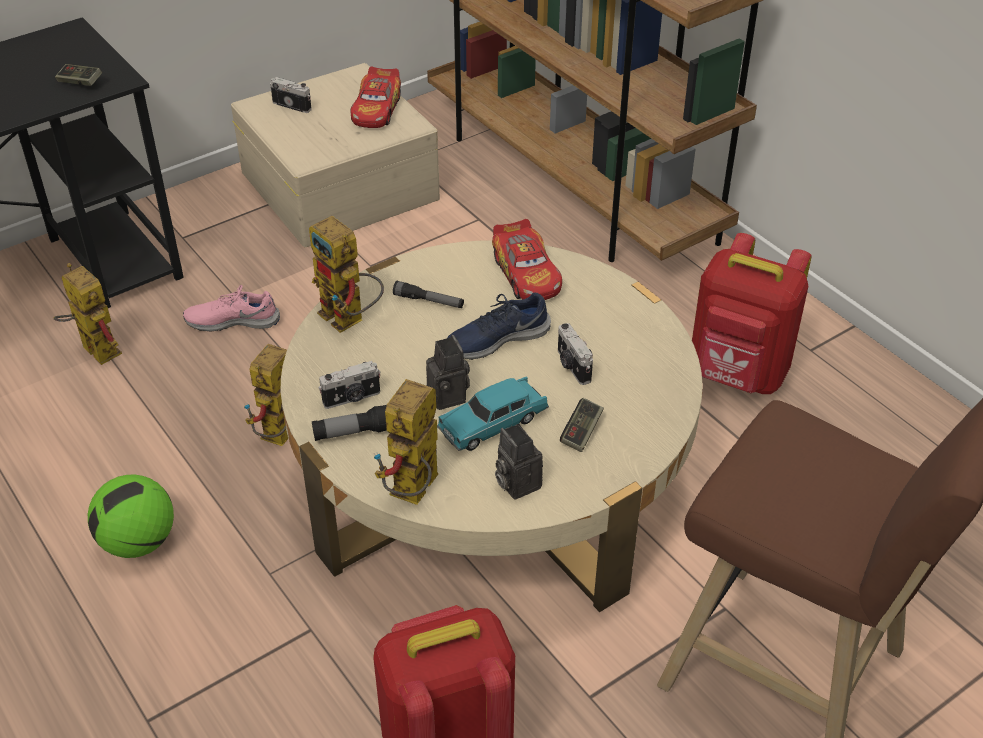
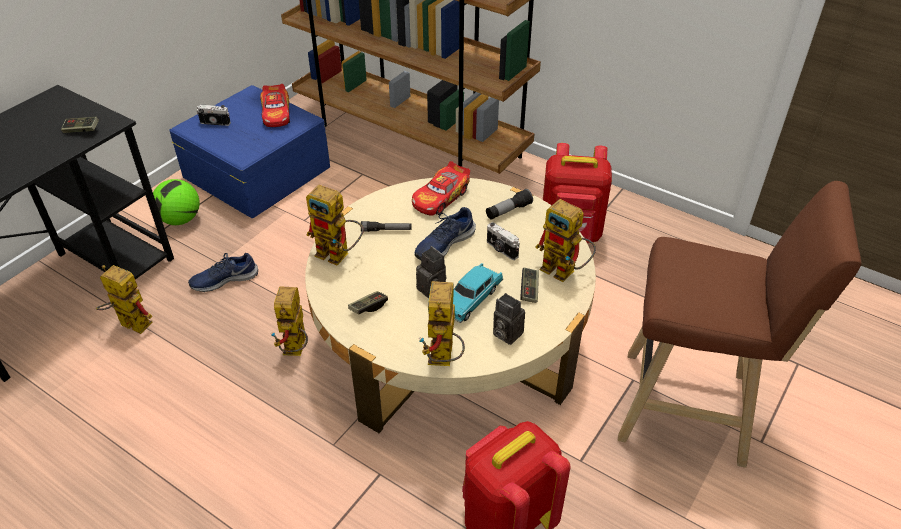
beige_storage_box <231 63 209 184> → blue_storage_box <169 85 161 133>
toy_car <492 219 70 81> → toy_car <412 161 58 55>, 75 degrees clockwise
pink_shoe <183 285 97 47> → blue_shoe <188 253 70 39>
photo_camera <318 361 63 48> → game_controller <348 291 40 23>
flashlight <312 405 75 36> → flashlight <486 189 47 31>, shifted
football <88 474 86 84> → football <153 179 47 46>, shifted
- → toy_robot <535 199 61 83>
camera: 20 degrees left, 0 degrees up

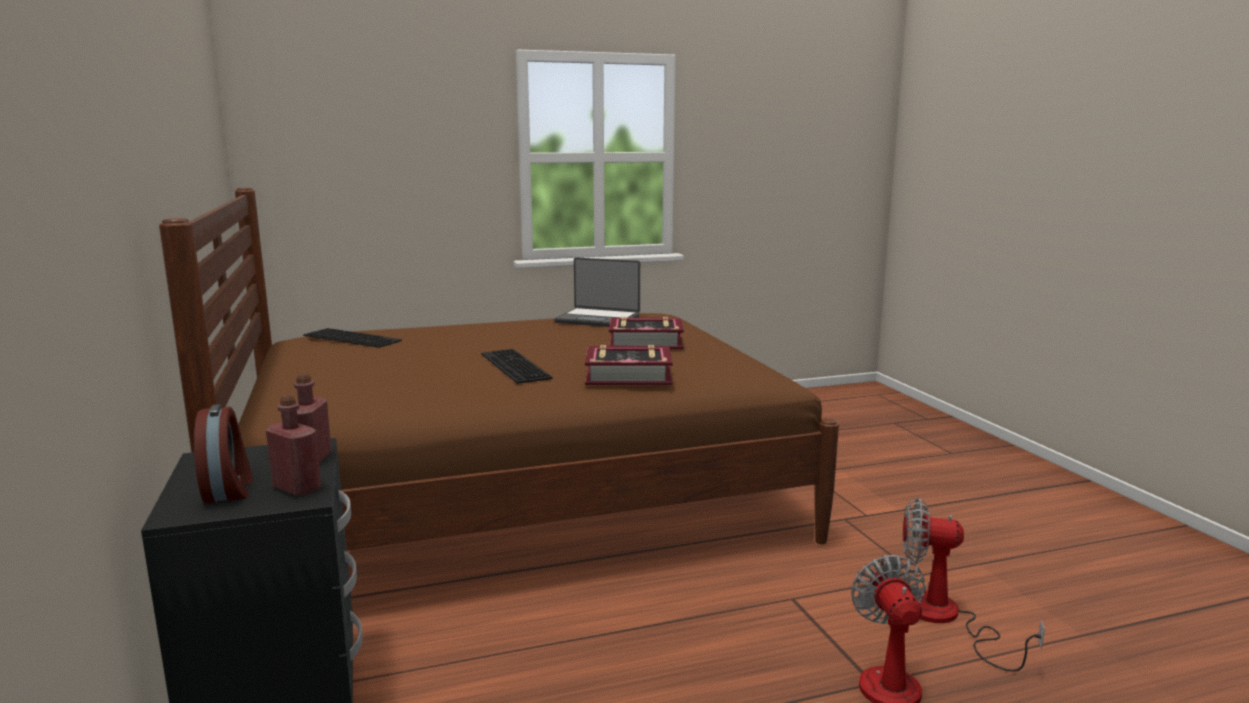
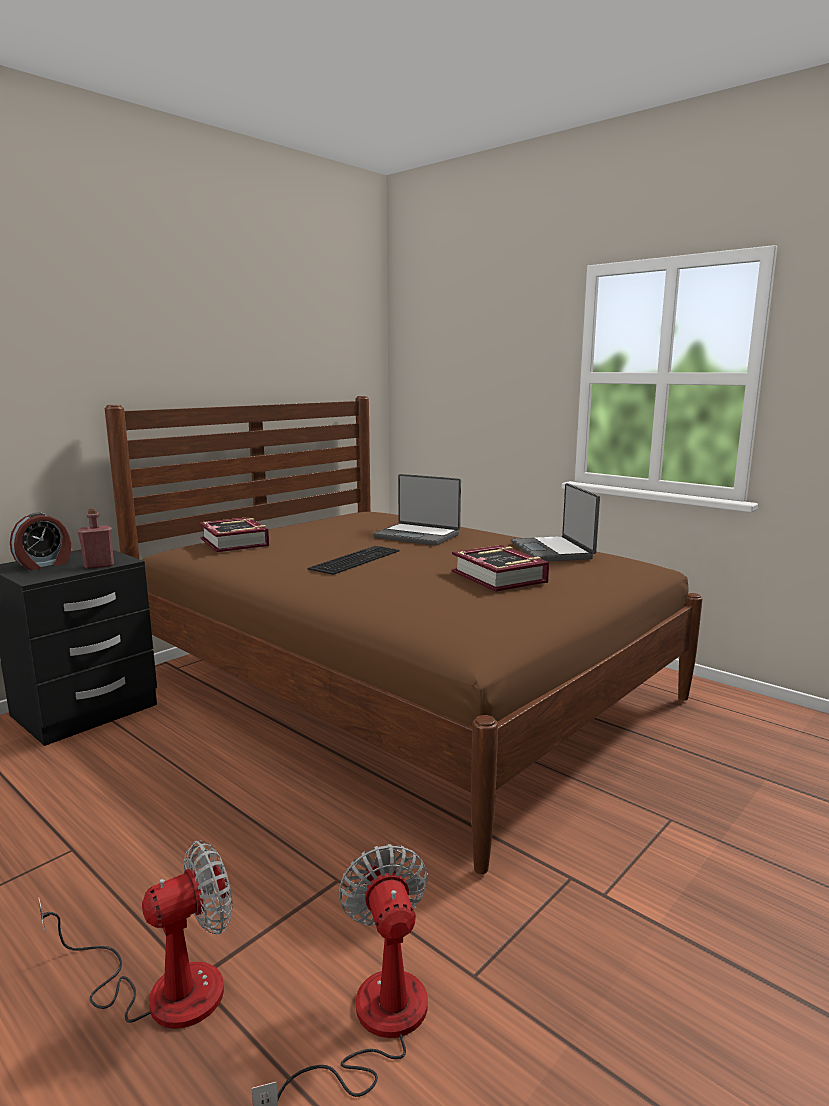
keyboard <303 328 99 20> → -
book <585 345 88 40> → book <199 517 70 36>, shifted
red_bottle <266 394 55 102> → -
- → laptop <373 474 88 71>
camera: 60 degrees right, 0 degrees up

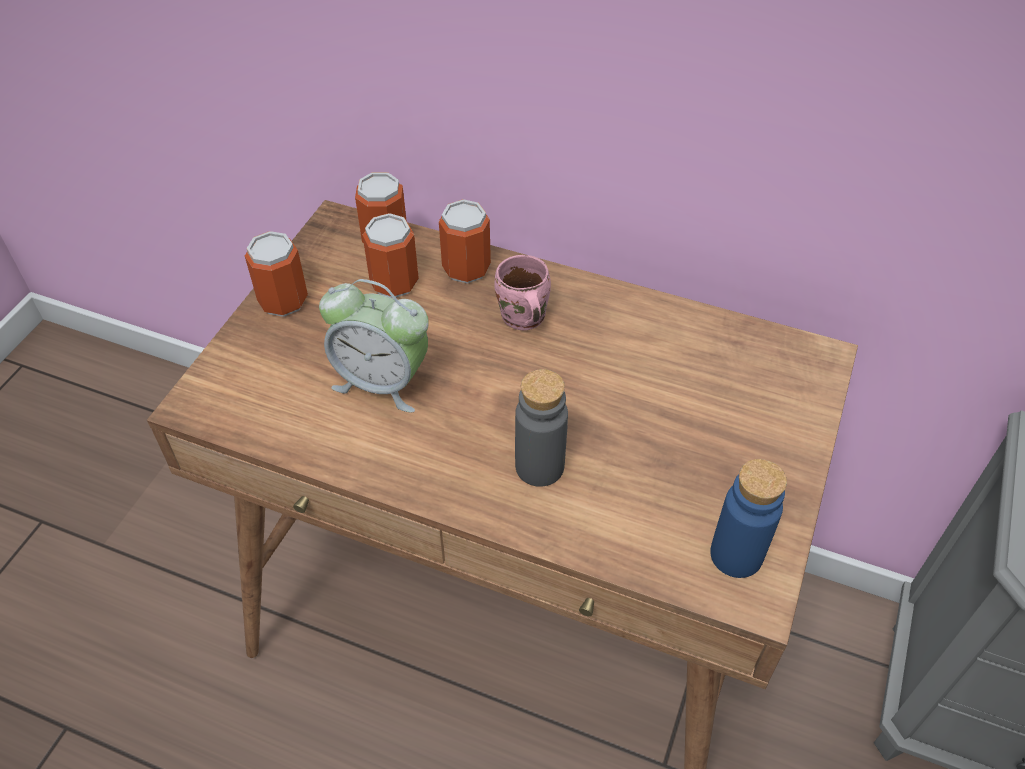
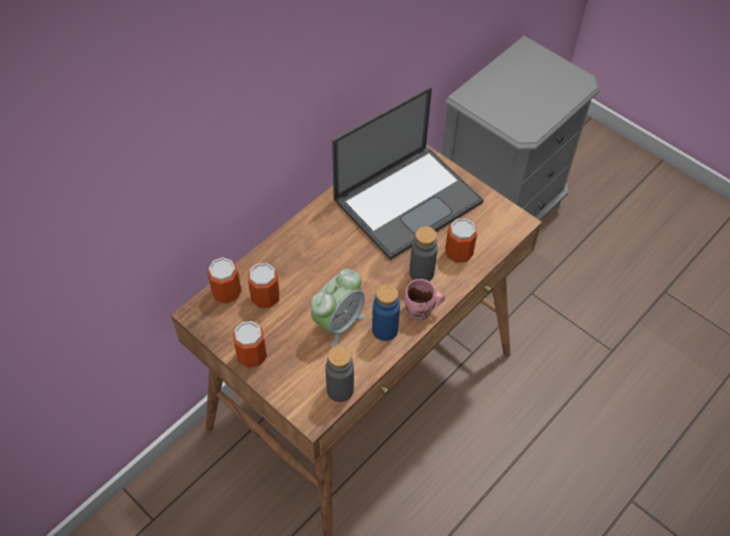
can <439 199 52 85> → can <445 218 32 45>, shifted
pink_mug <494 255 57 75> → pink_mug <404 279 40 42>, shifted
blue_bottle <710 459 77 119> → blue_bottle <372 284 28 57>, shifted
- → laptop <332 86 152 174>
- → grey_bottle <325 346 29 56>
camera: 70 degrees left, 5 degrees up

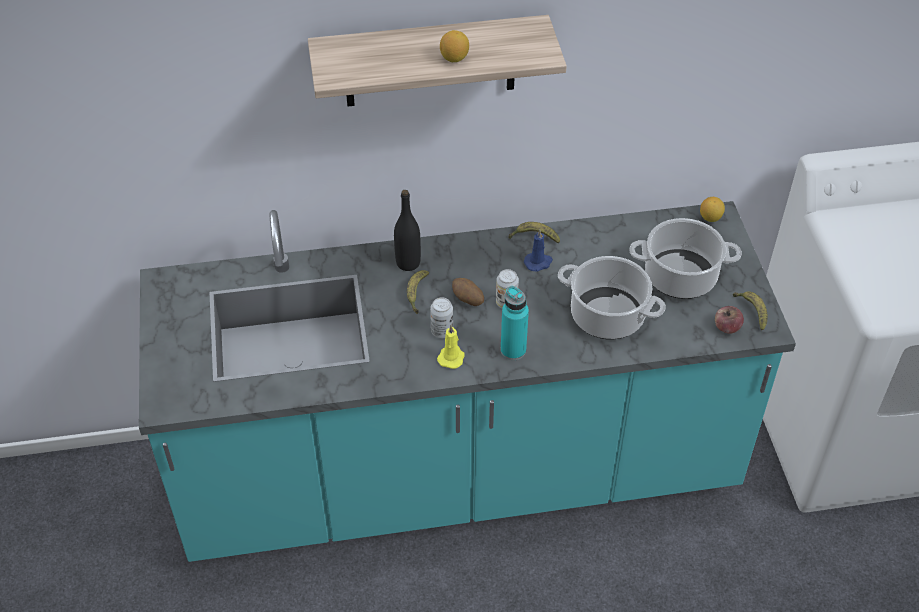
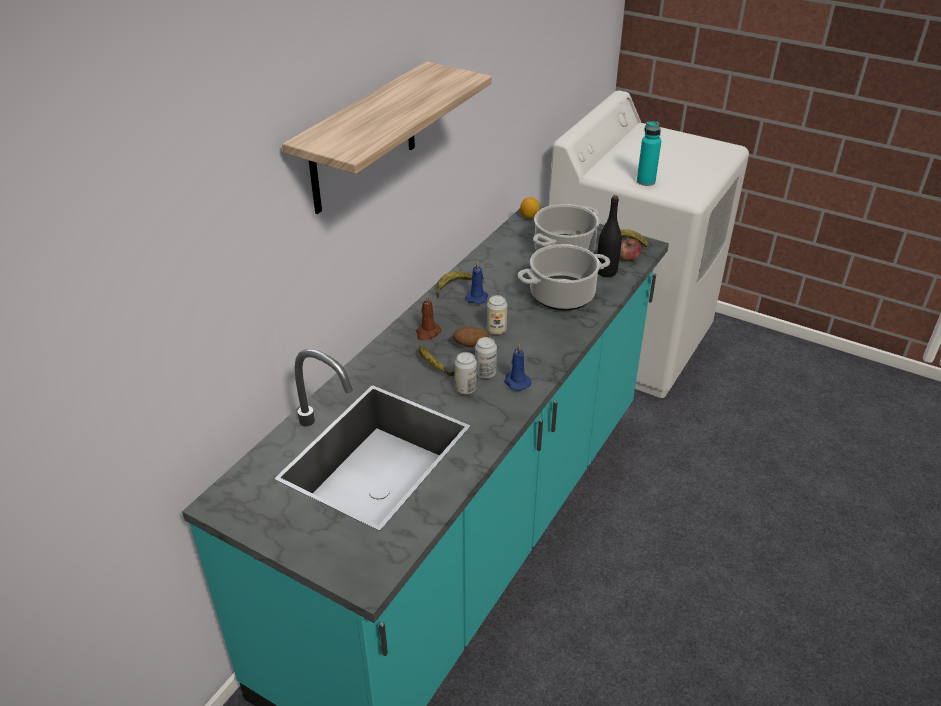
lemon <440 30 29 32> → -
black_bottle <394 190 27 81> → black_bottle <597 195 25 82>, shifted
turquoise_bottle <501 286 28 74> → turquoise_bottle <637 121 24 65>, shifted
yellow_candle <437 325 28 44> → blue_candle <504 344 28 47>
- → brown_candle <416 295 26 46>
- → can <455 352 22 42>
camera: 50 degrees left, 10 degrees down

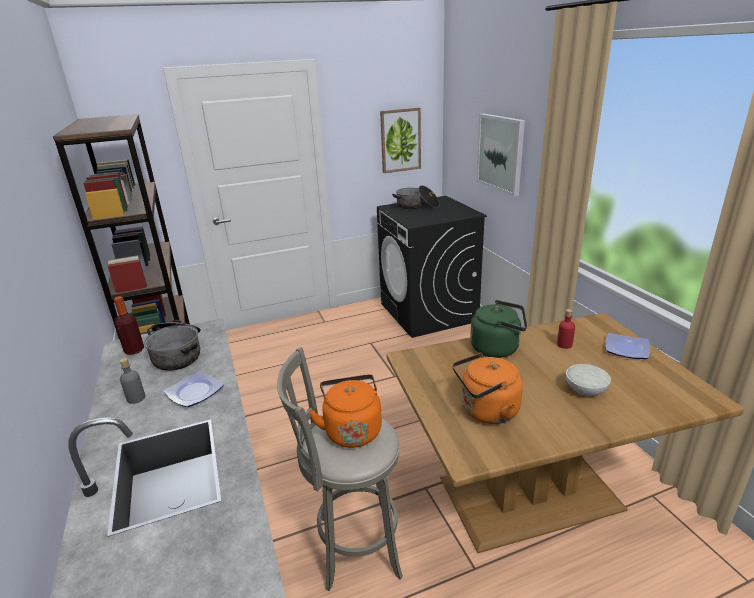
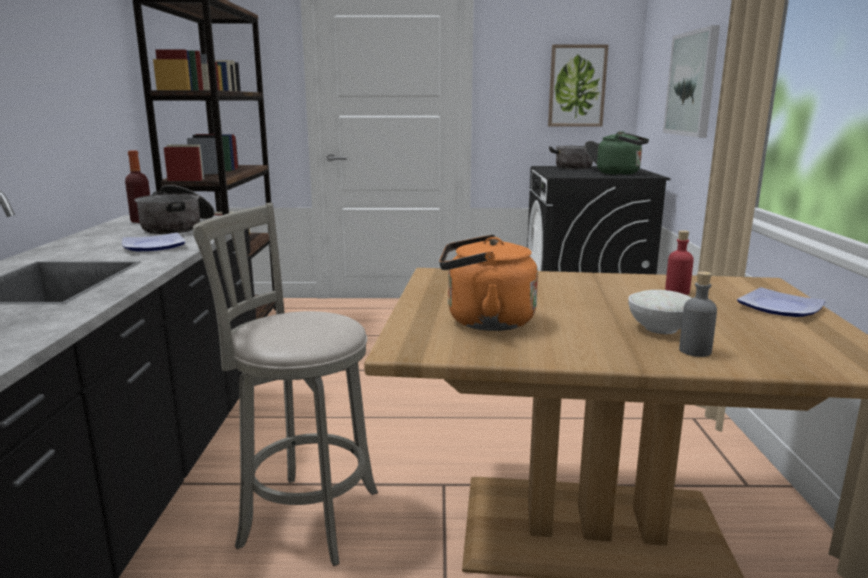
green_kettle <470 300 57 58> → green_kettle <597 131 52 44>, shifted
grey_bottle <120 358 25 46> → grey_bottle <679 271 38 86>, shifted
orange_kettle <309 374 73 74> → -
camera: 20 degrees right, 10 degrees down

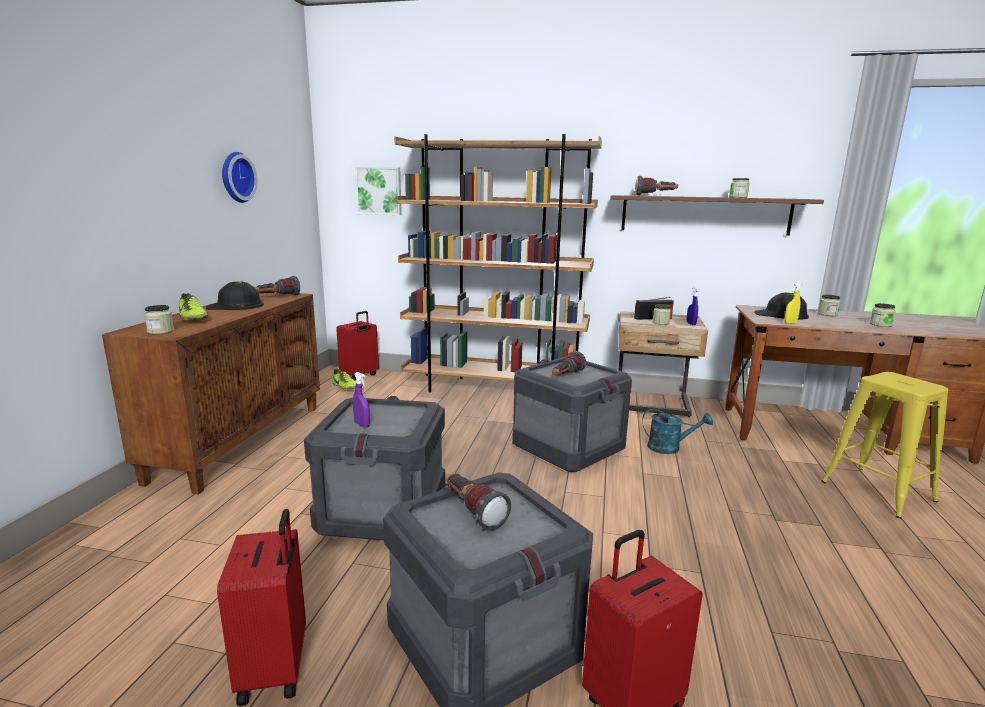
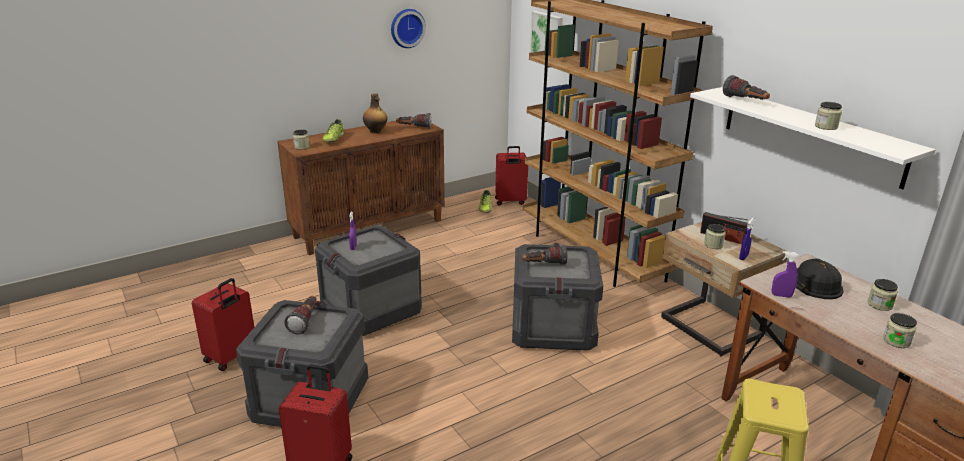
brown_shelf <610 195 214 41> → white_shelf <690 87 246 102>
black_hard_hat <206 282 58 28> → bottle <363 93 25 40>
yellow_spray_bottle <784 282 18 42> → purple_spray_bottle <772 251 27 47>
turquoise_watering_can <642 409 71 45> → -
camera: 45 degrees right, 10 degrees up

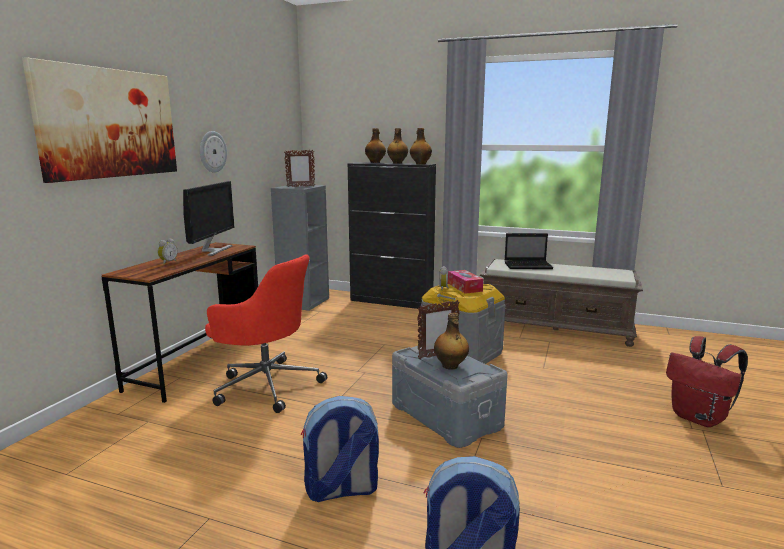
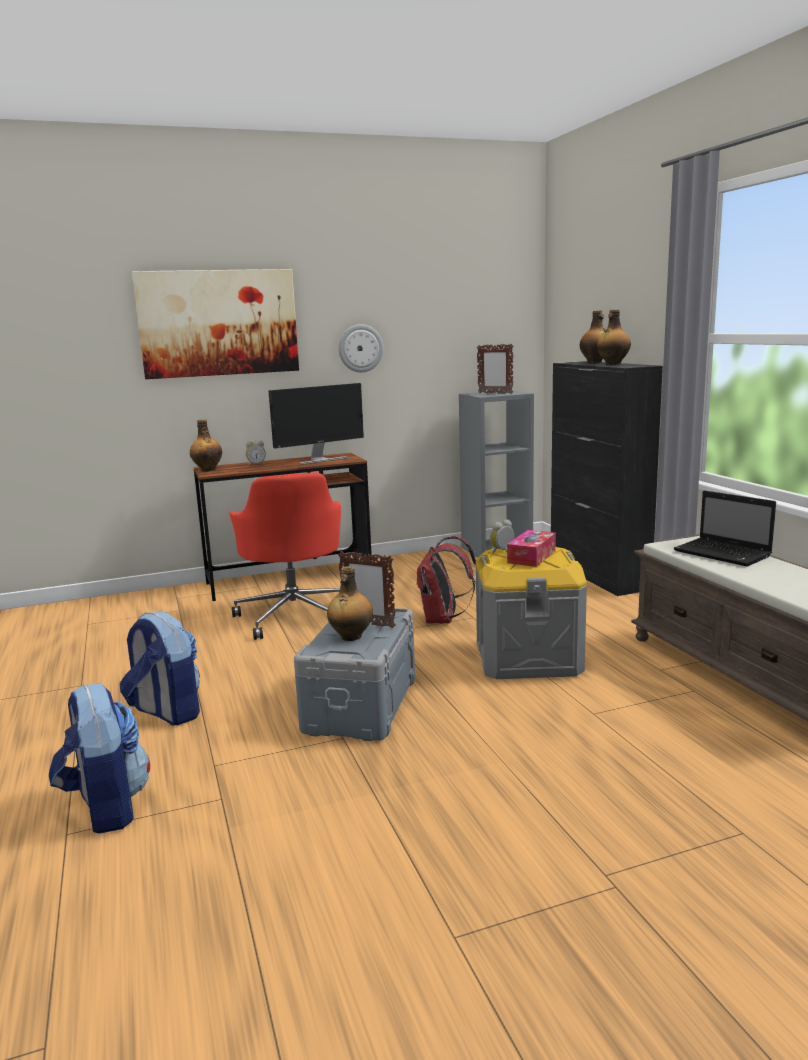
bottle <410 128 22 37> → bottle <190 419 32 52>, shifted
red_backpack <666 336 82 91> → red_backpack <416 536 60 87>, shifted
camera: 50 degrees right, 0 degrees up

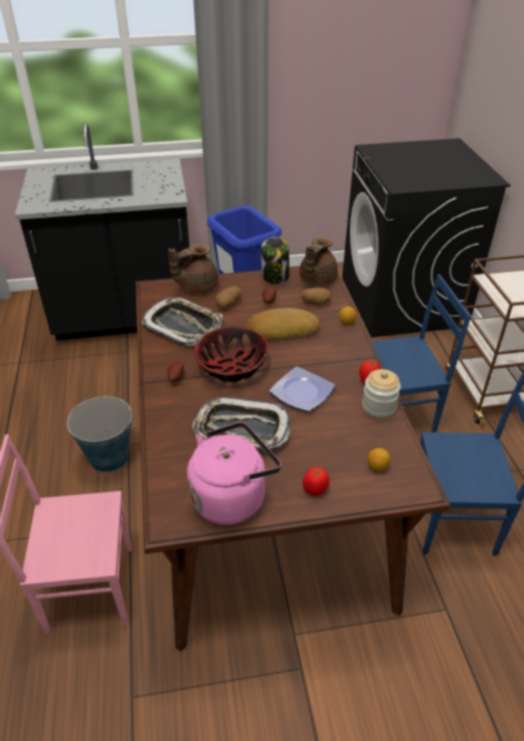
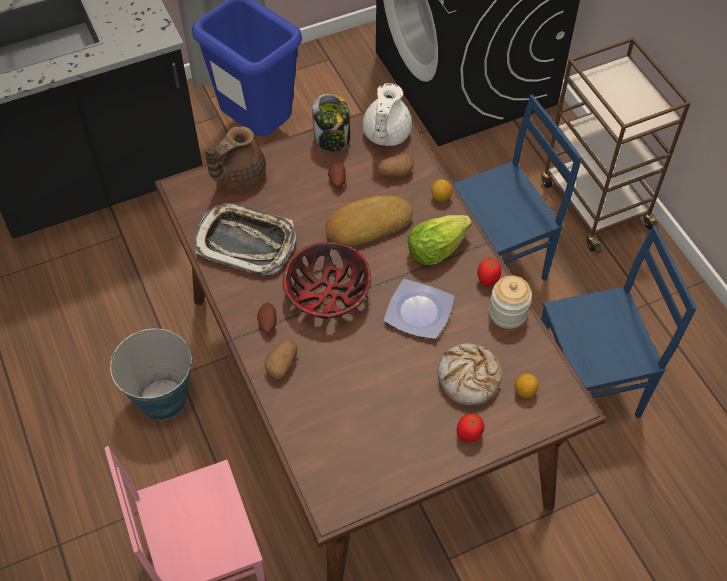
brown_teapot <299 237 39 49> → white_teapot <363 83 49 63>
potato <215 286 26 23> → potato <264 340 33 40>, shifted
tray <193 397 98 52> → -
pink_kettle <187 422 94 103> → -
- → lettuce <408 215 64 50>
- → bread <438 343 64 62>
camera: 15 degrees left, 15 degrees up

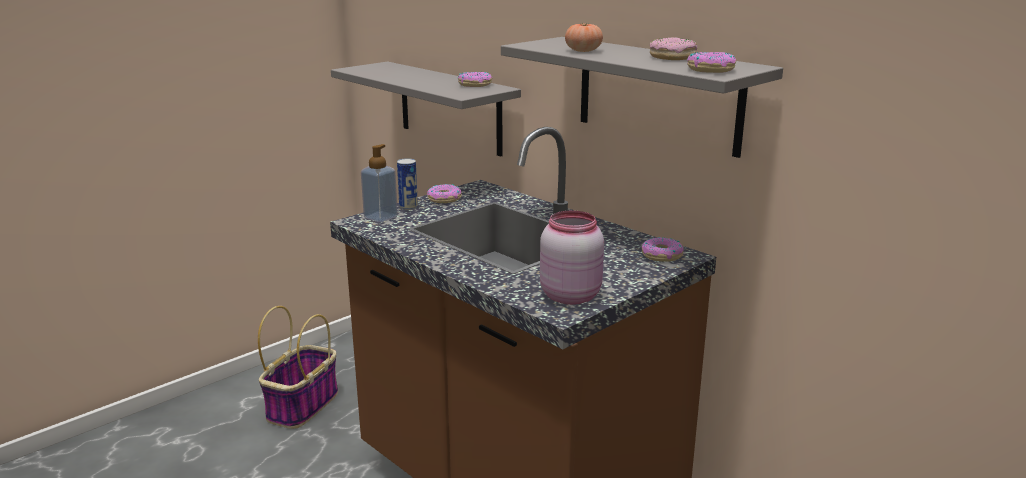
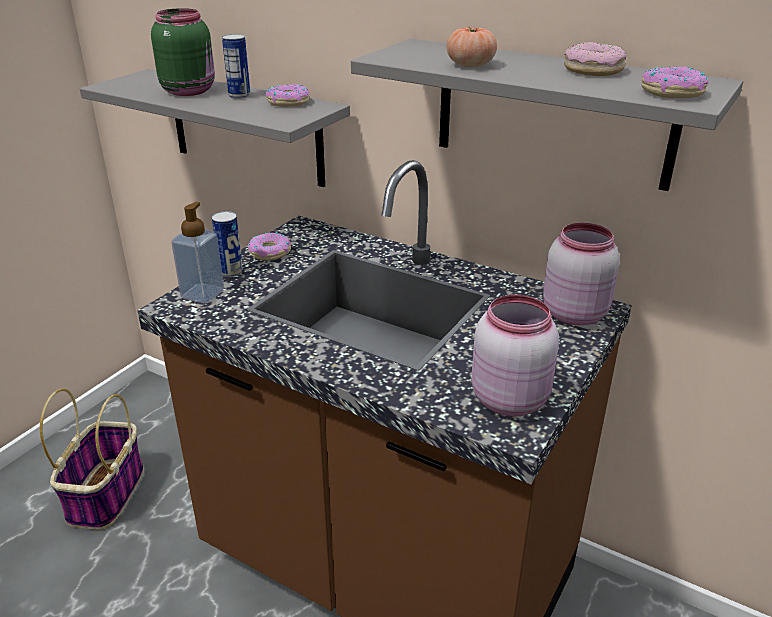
donut <641 237 43 25> → pink_jar <543 223 77 102>
- → green_jar <151 8 64 88>
- → can <222 34 29 65>
camera: 15 degrees left, 10 degrees up

